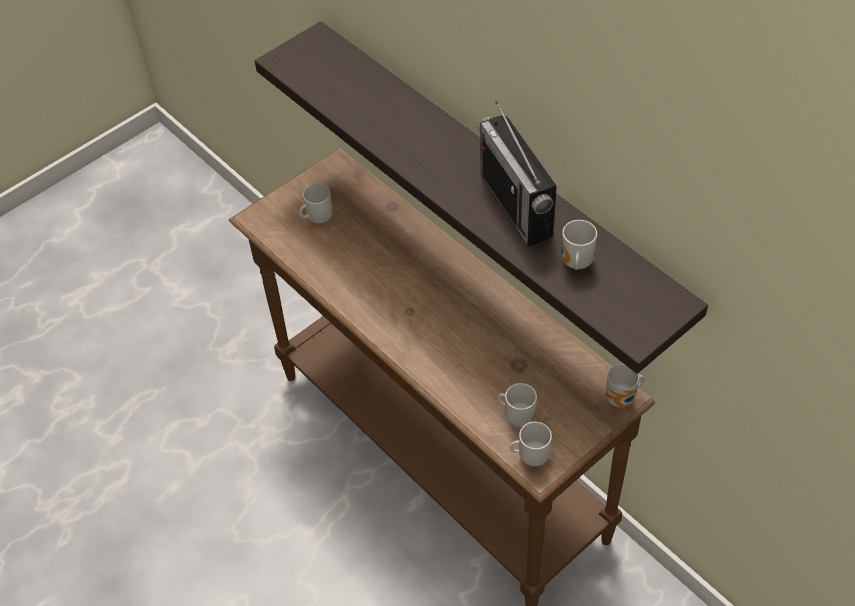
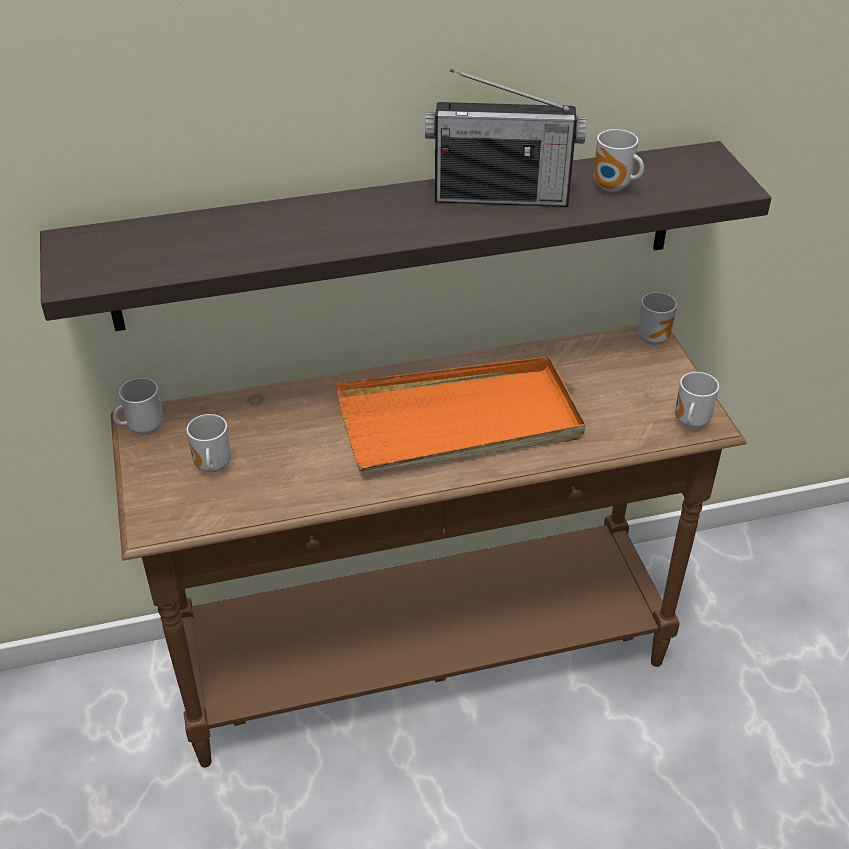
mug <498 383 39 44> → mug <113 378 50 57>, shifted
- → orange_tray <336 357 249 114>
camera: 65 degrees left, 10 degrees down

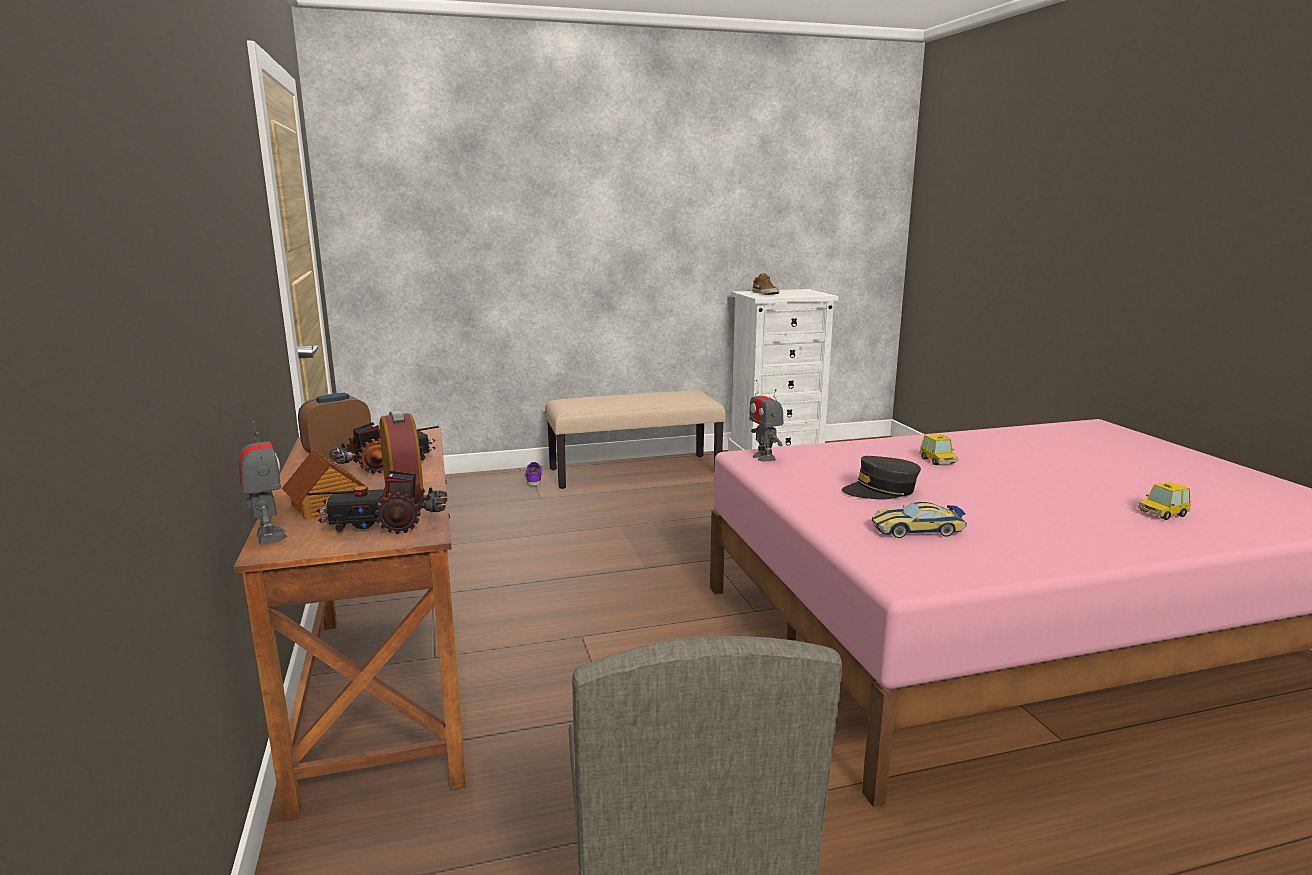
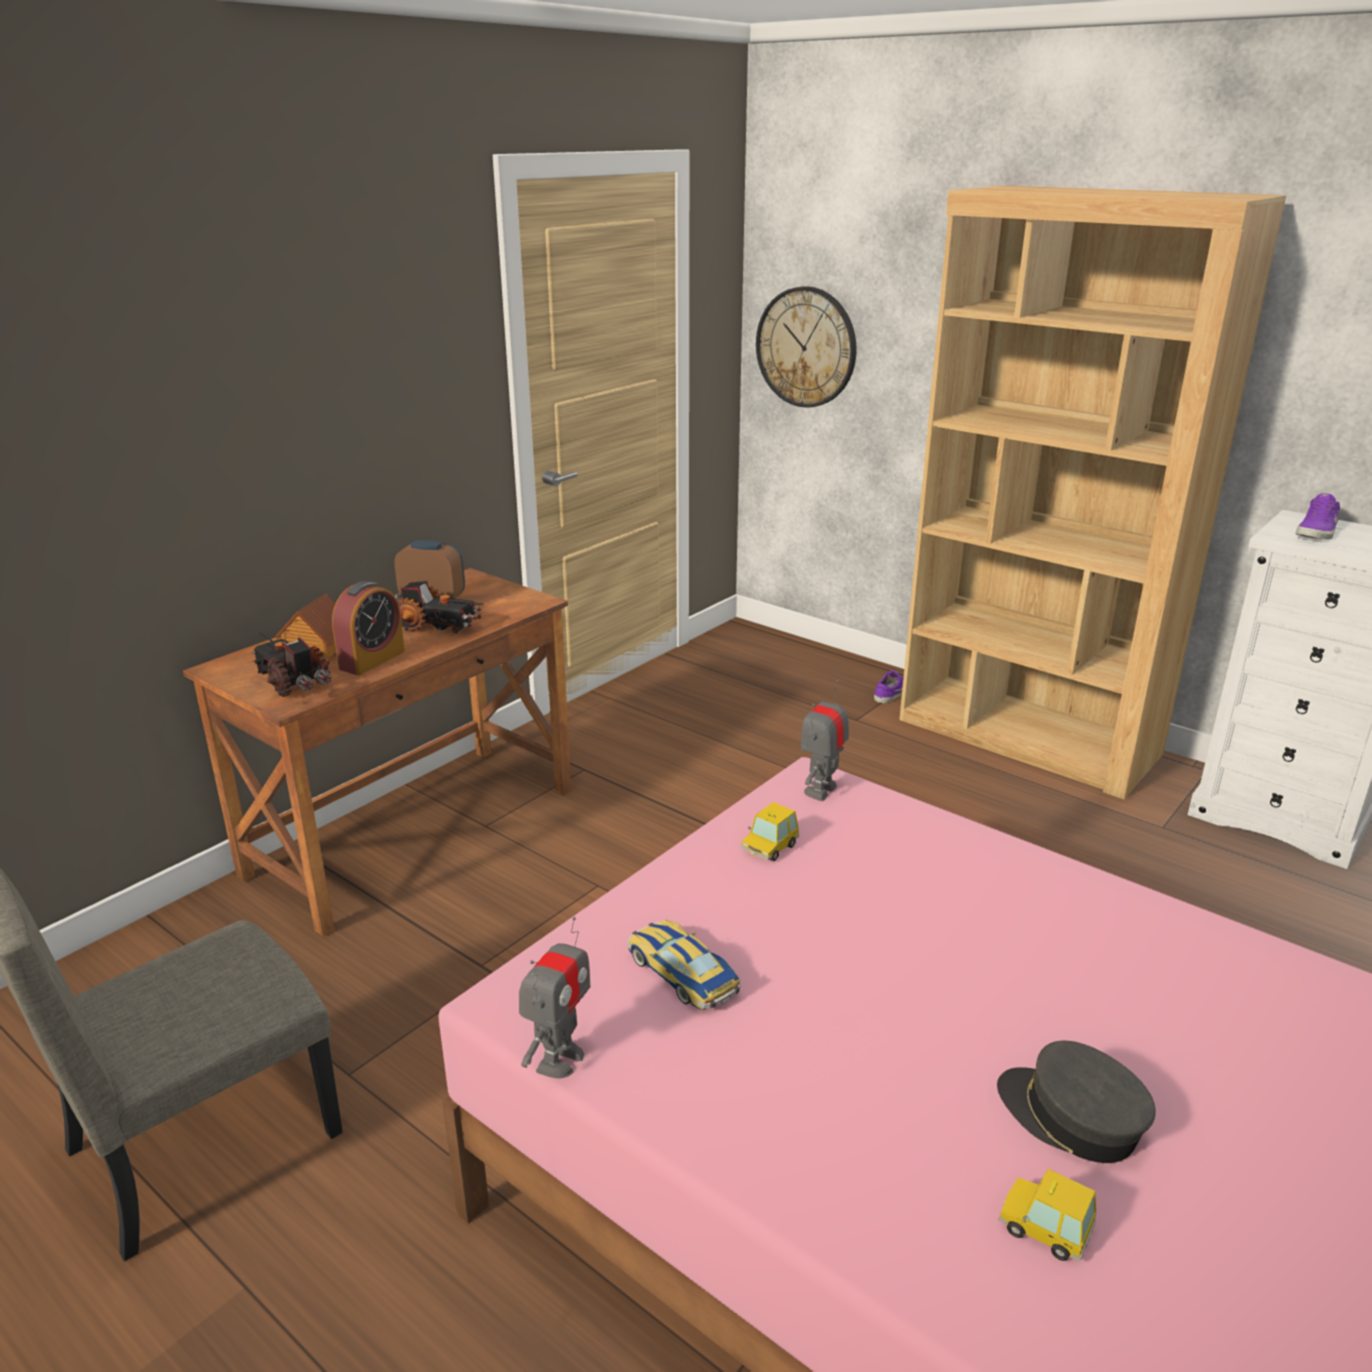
brown_shoe <753 273 26 22> → purple_shoe <1296 493 44 47>
beige_bench <545 390 181 99> → brown_bookcase <899 186 388 613>
toy_robot <239 421 48 124> → toy_robot <519 917 71 161>, shifted
toy_car <919 434 39 31> → toy_car <741 802 58 59>, shifted
grey_cap <842 456 79 44> → grey_cap <997 1041 159 122>, shifted
- → wall_clock <756 286 101 122>
camera: 55 degrees right, 10 degrees up

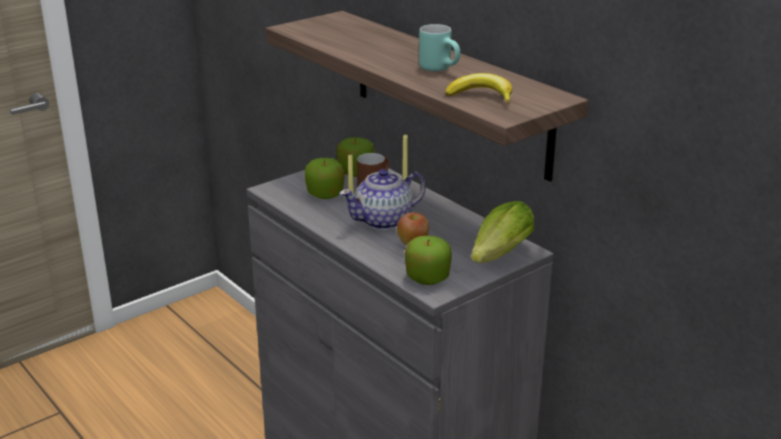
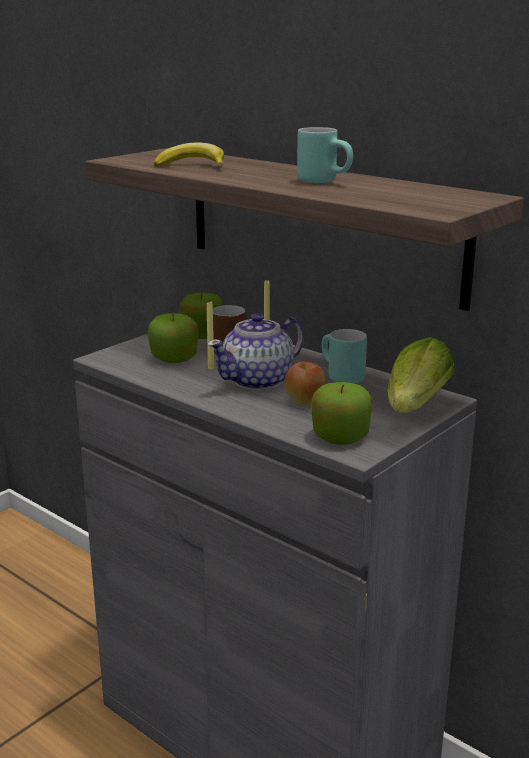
banana <445 73 67 31> → banana <154 143 70 24>, shifted
- → turquoise_mug <321 329 46 55>
camera: 10 degrees left, 5 degrees down

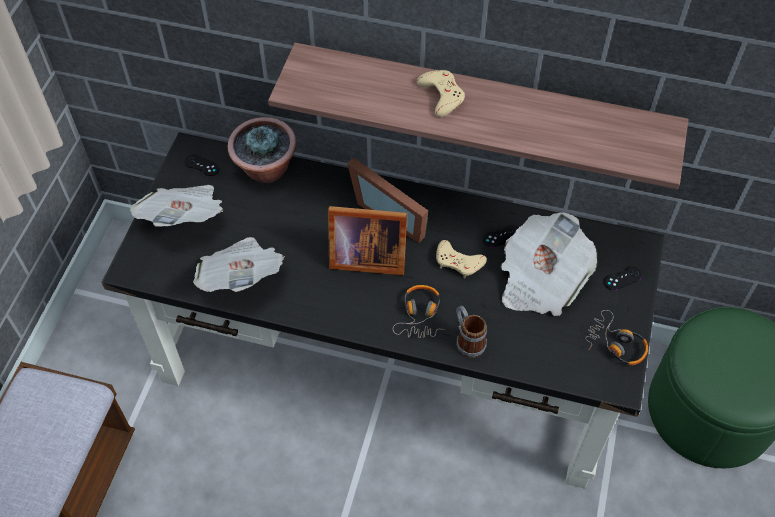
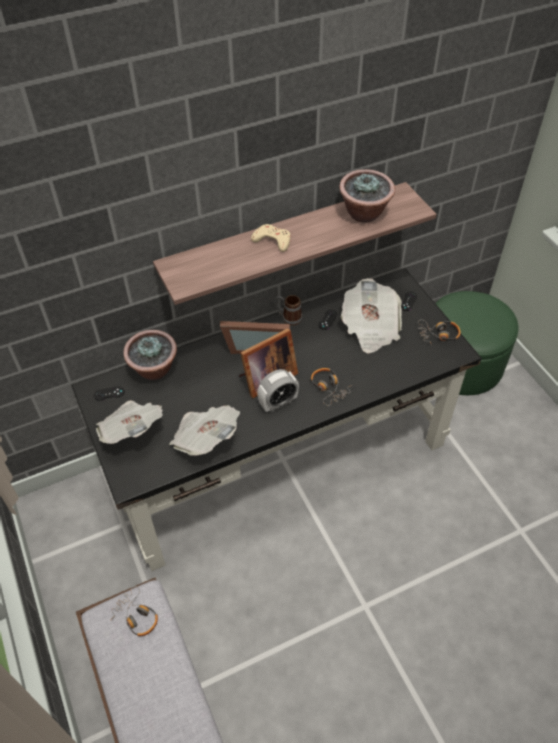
beige_game_controller <436 240 51 38> → -
mug <456 306 31 52> → mug <275 295 27 30>, shifted
- → potted_plant <339 169 56 54>
- → alarm_clock <257 369 42 43>
- → headphones <110 586 48 50>
camera: 40 degrees left, 5 degrees down

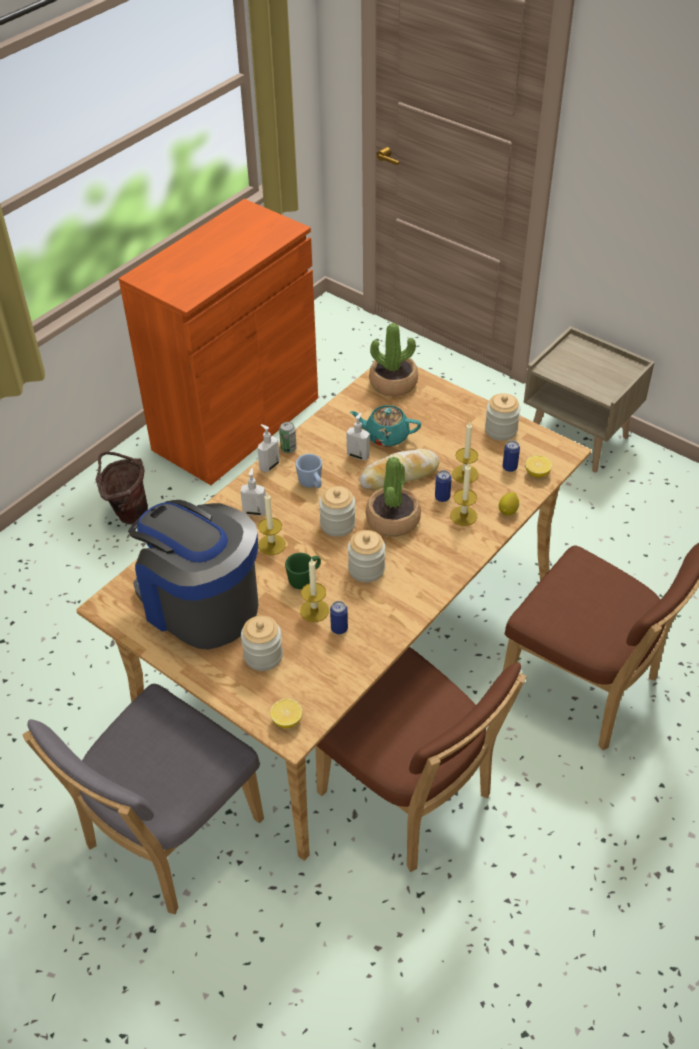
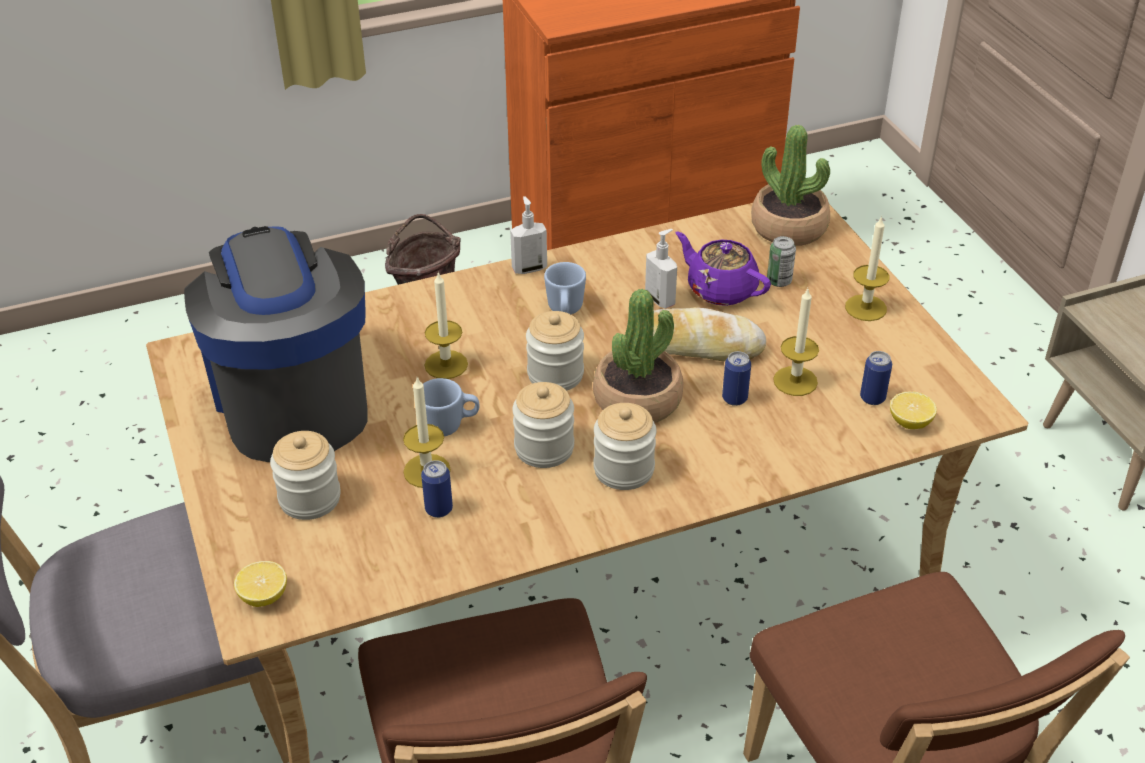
jar <485 393 36 48> → jar <593 403 64 87>, shifted
turquoise_teapot <350 405 71 42> → purple_teapot <676 232 95 74>
can <279 422 18 31> → can <767 236 29 51>, shifted
candle <450 463 27 63> → candle <845 216 44 105>, shifted
soap_dispenser <240 468 26 48> → -
lemon <499 492 20 24> → -
green_mug <285 553 36 36> → blue_mug <423 378 56 58>
camera: 30 degrees right, 5 degrees down

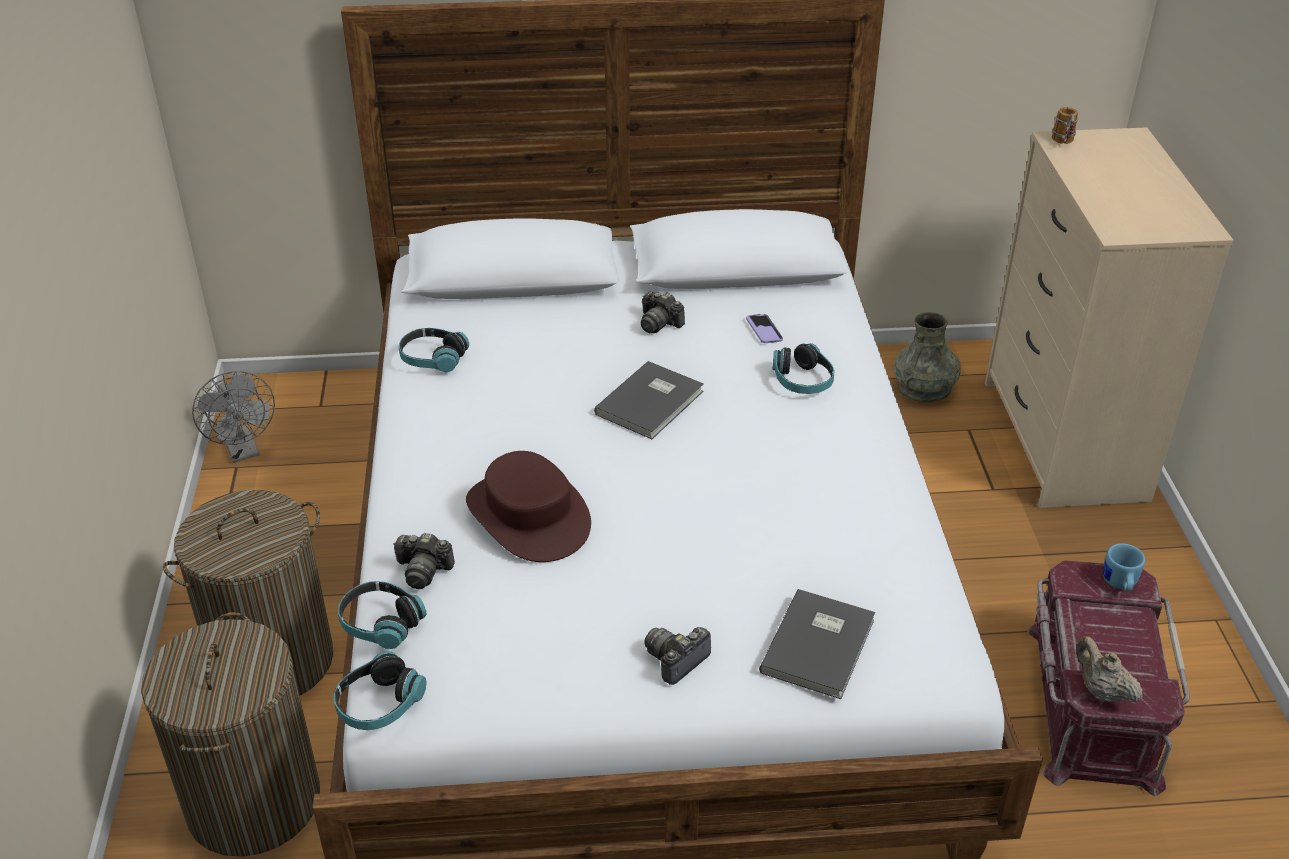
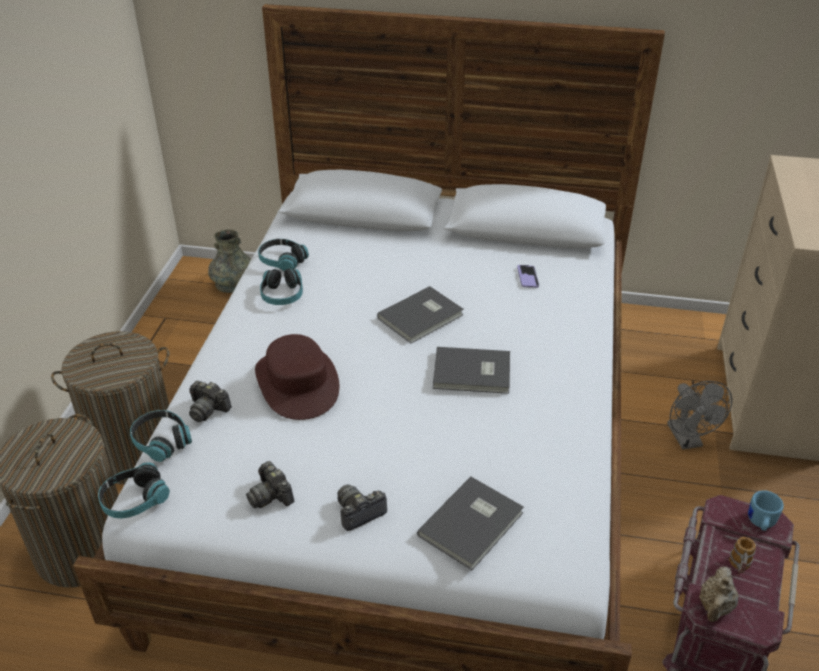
mug <1052 107 26 37> → mug <729 537 27 39>, shifted
photo_camera <641 291 44 42> → photo_camera <246 461 48 47>, shifted
grey_vase <894 312 67 90> → grey_vase <208 229 44 64>, shifted
headphones <772 343 63 51> → headphones <260 268 43 37>, shifted
grey_fan <192 371 83 92> → grey_fan <667 381 65 69>, shifted
beige_teapot <1076 636 67 67> → beige_teapot <699 566 40 56>, 135 degrees counterclockwise
- → grey_book <433 347 77 47>
camera: 15 degrees right, 0 degrees up

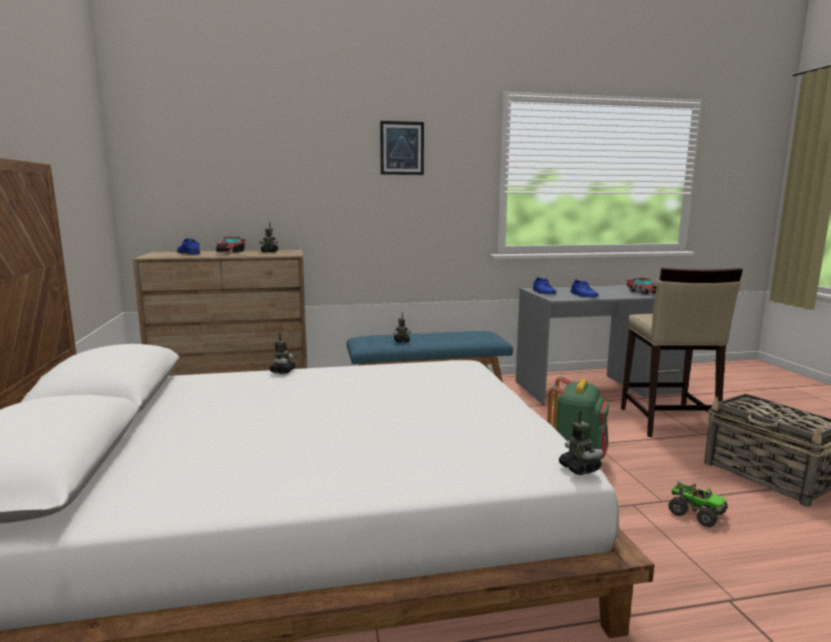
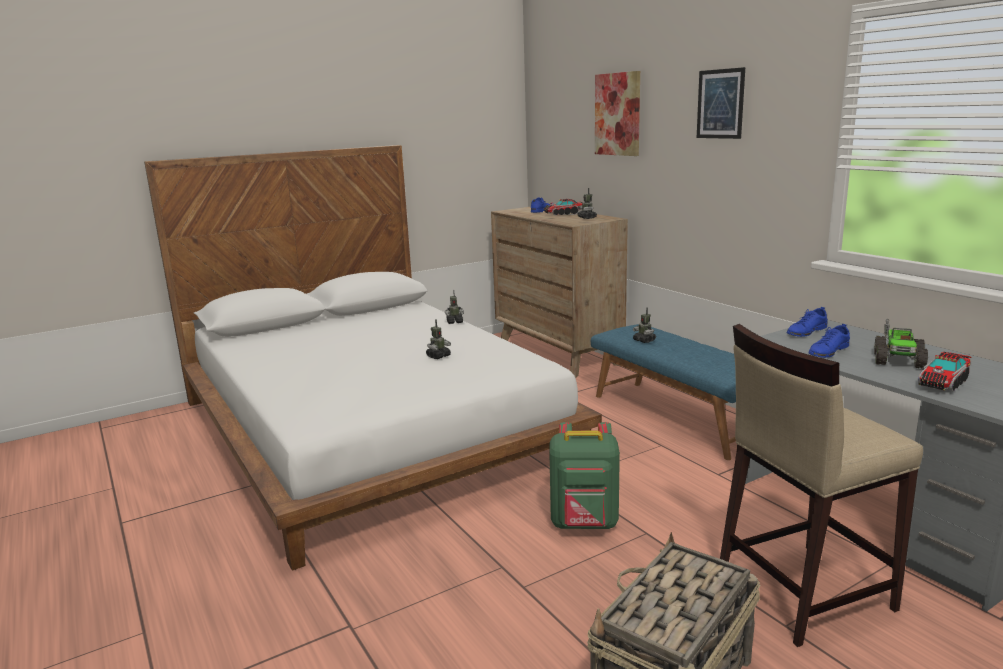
toy_robot <559 410 44 65> → toy_robot <426 319 25 40>, shifted
toy_truck <668 481 60 46> → toy_truck <874 319 54 50>, shifted
- → picture <595 71 45 85>
camera: 70 degrees right, 5 degrees up

